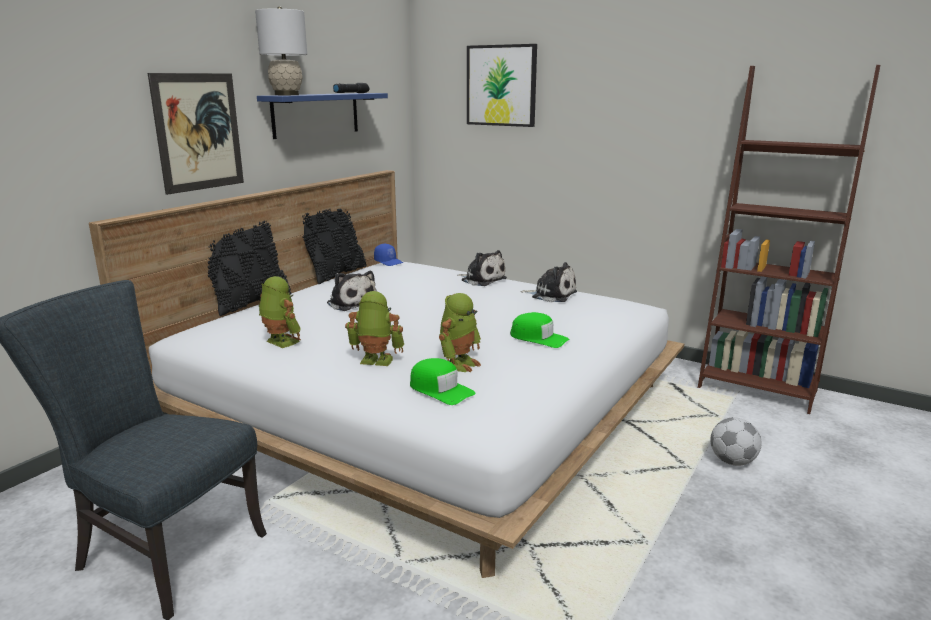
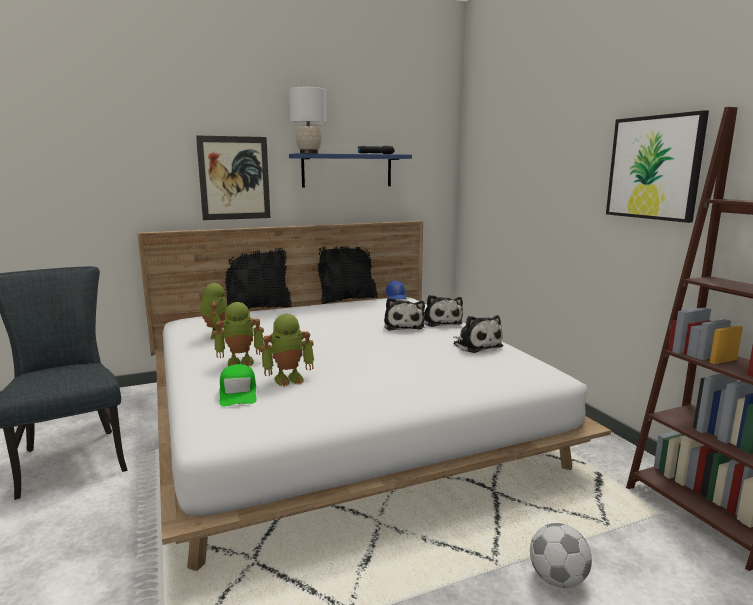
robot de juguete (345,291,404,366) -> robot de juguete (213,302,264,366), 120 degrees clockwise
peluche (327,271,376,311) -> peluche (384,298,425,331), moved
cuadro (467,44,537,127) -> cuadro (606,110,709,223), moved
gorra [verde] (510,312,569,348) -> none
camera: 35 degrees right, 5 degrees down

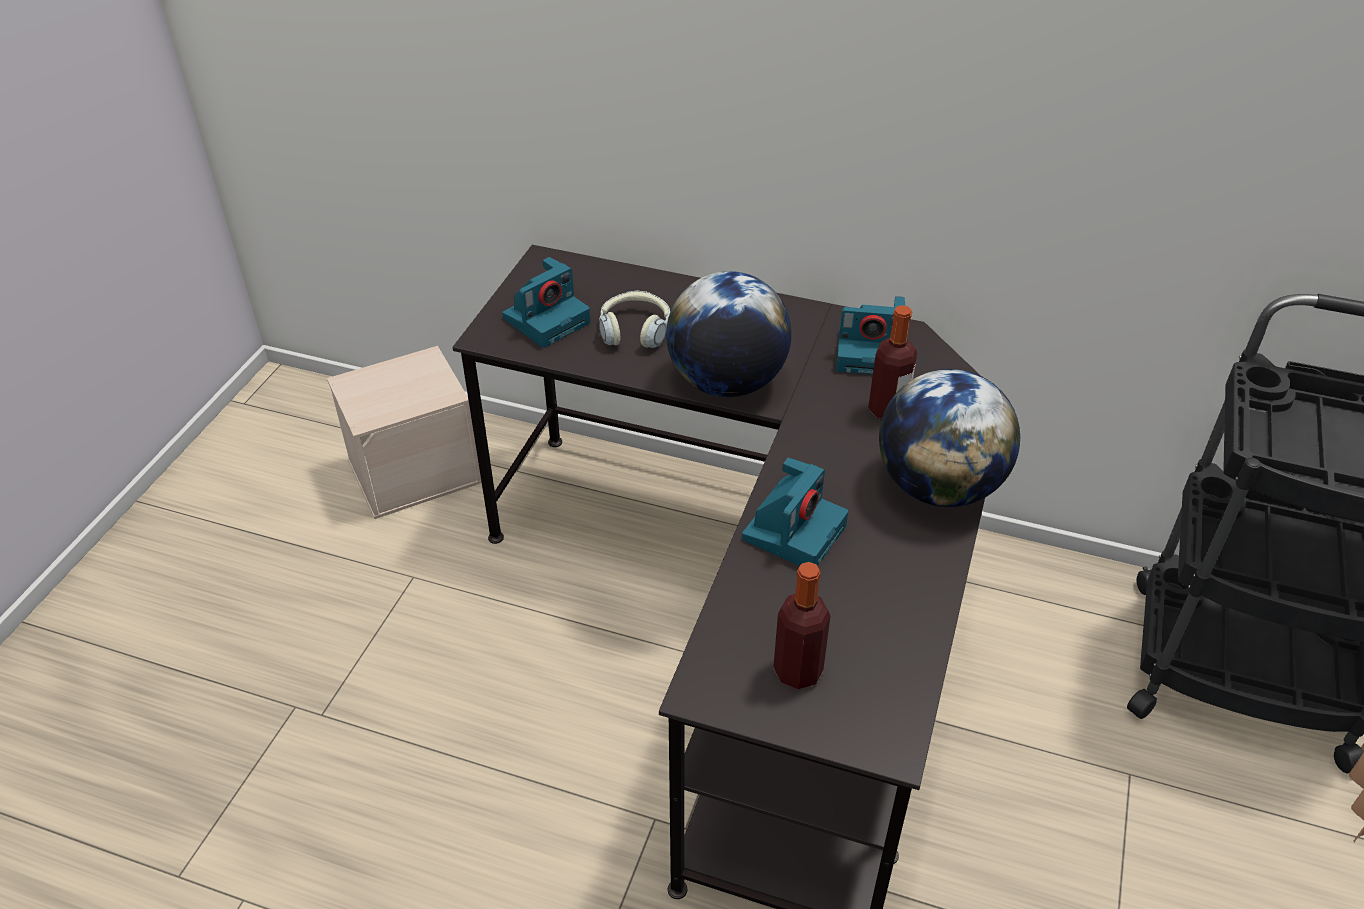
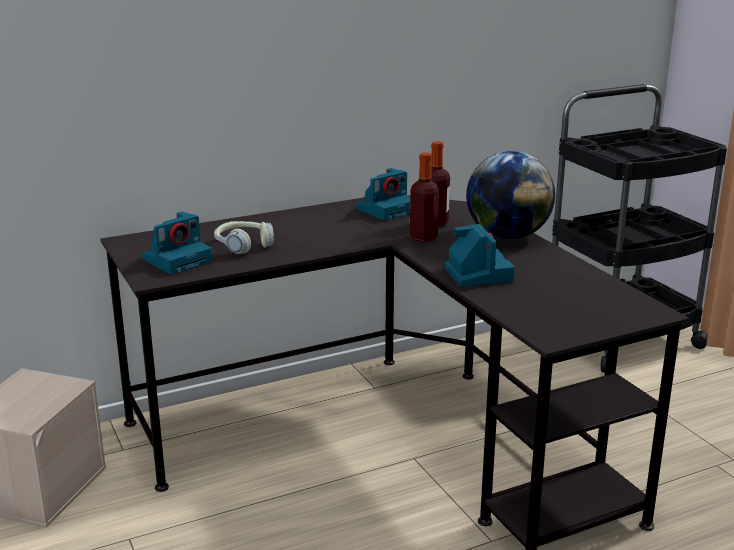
cámara (502,257,590,348) -> cámara (142,212,213,274), 45 degrees clockwise
botella (773,562,830,689) -> botella (410,153,439,242), moved
globo terráqueo (666,271,792,397) -> none
camera: 45 degrees left, 20 degrees down

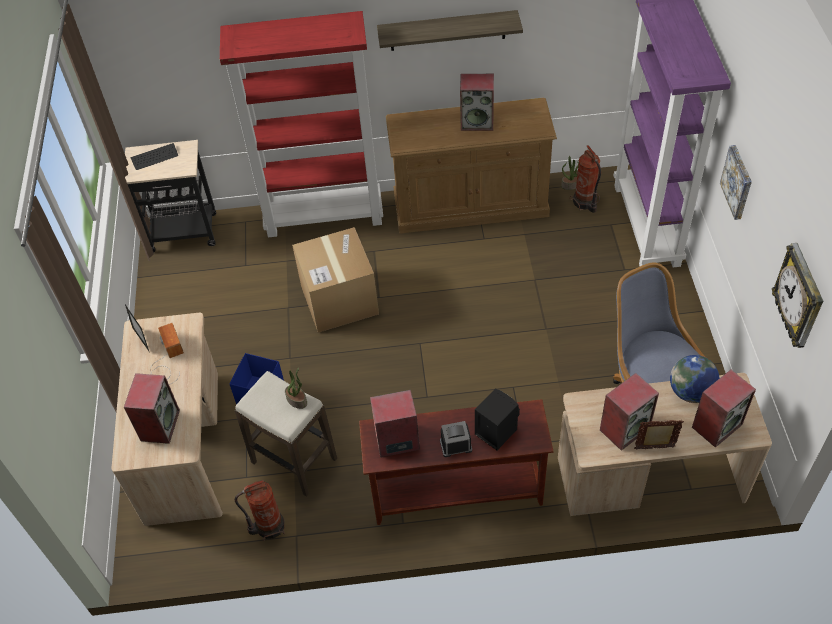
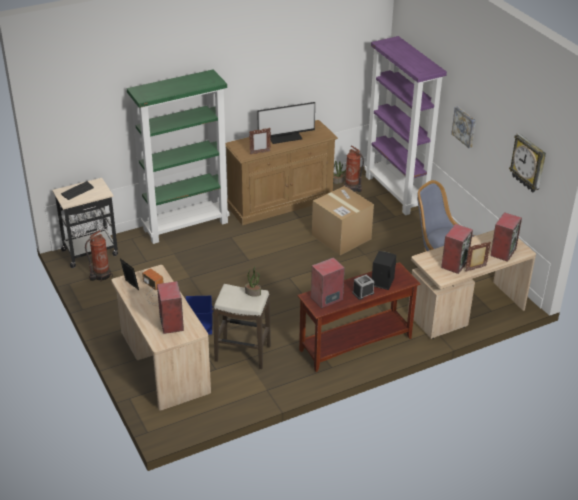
extintor (235,480,285,541) -> extintor (85,230,113,281), moved
estantería [rojo] (220,11,383,237) -> estantería [verde] (127,70,230,244)
none -> portarretratos (249,128,271,154)
altavoz (460,74,494,131) -> monitor (257,102,315,144)
caja de cartón (292,227,379,333) -> caja de cartón (312,186,374,255), moved
estante (377,10,523,51) -> none
globo terráqueo (670,355,719,403) -> none
camera: 25 degrees left, 15 degrees down

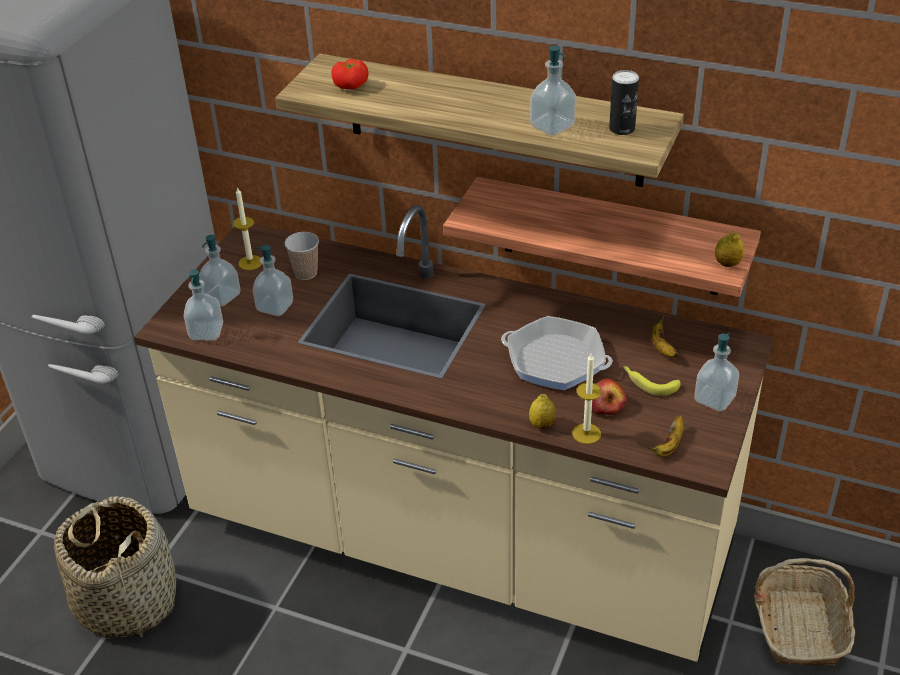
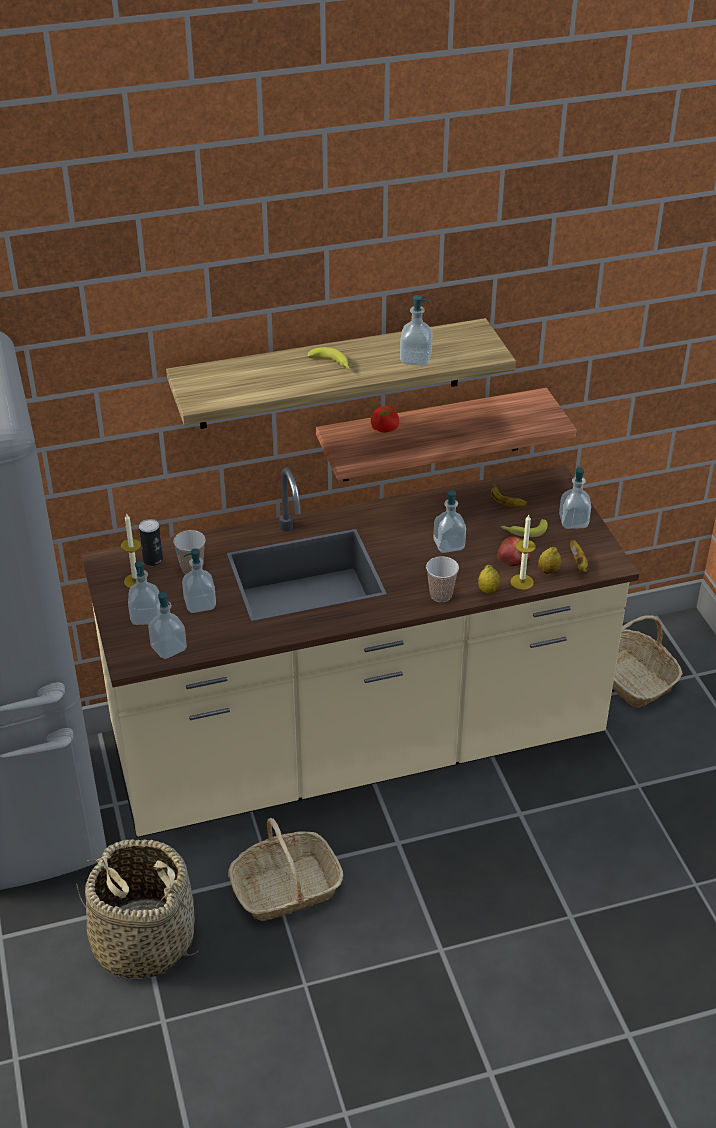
lata (609,70,639,135) -> lata (139,519,163,566), moved
none -> cesta (228,818,343,921)
none -> plátano (308,347,350,370)
tomate (331,59,369,89) -> tomate (371,406,399,433), moved
none -> taza (426,556,459,602)
sartén (501,316,613,390) -> dispensador de jabón (433,490,466,553)
limón (715,232,744,267) -> limón (538,547,561,574), moved
camera: 40 degrees left, 0 degrees up

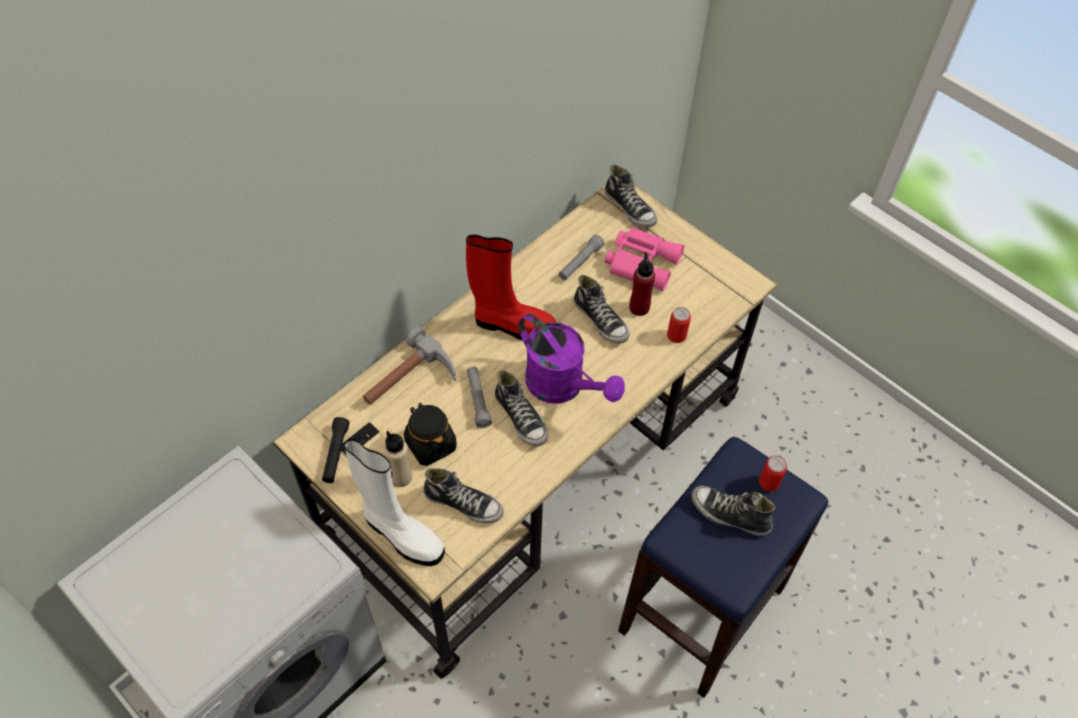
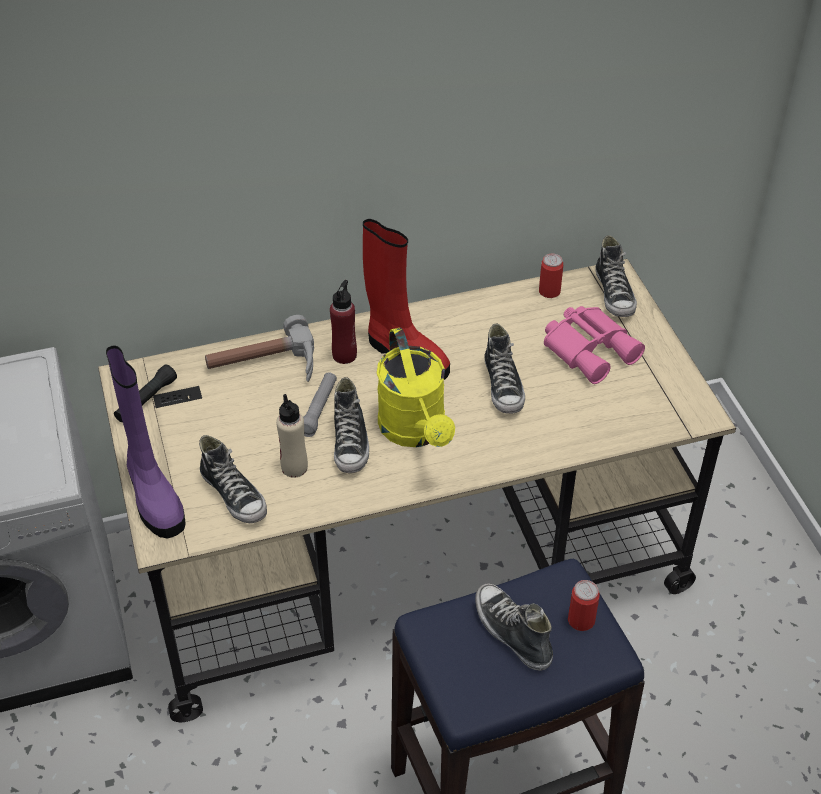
bota [blanco] (344,439,445,566) -> bota [morado] (106,346,186,539)
botella [beis] (384,431,412,487) -> botella [beis] (276,394,308,478), moved
botella [rojo] (629,252,655,316) -> botella [rojo] (330,280,357,364), moved
regadera [morado] (518,314,625,404) -> regadera [amarillo] (377,327,455,447)
lata (667,307,691,343) -> lata (539,254,563,298), moved
tarro [negro] (404,403,457,466) -> none
linterna [gris] (559,235,604,280) -> none
camera: 30 degrees right, 10 degrees down

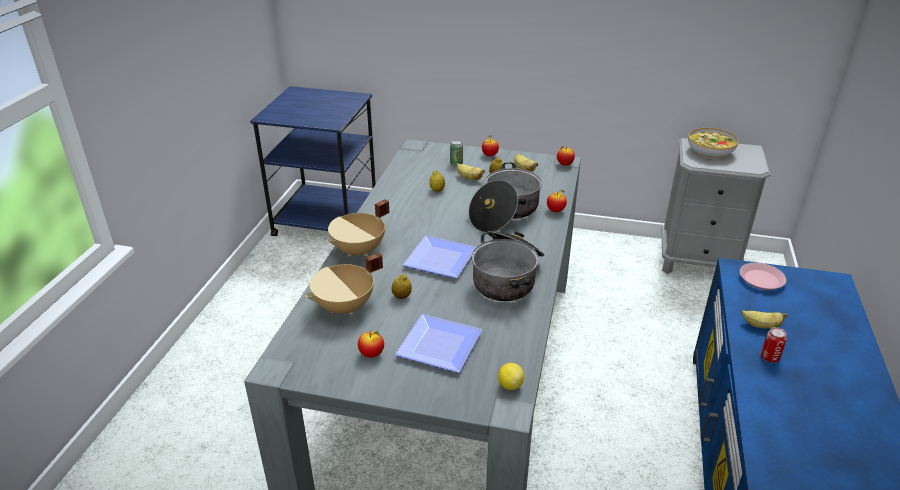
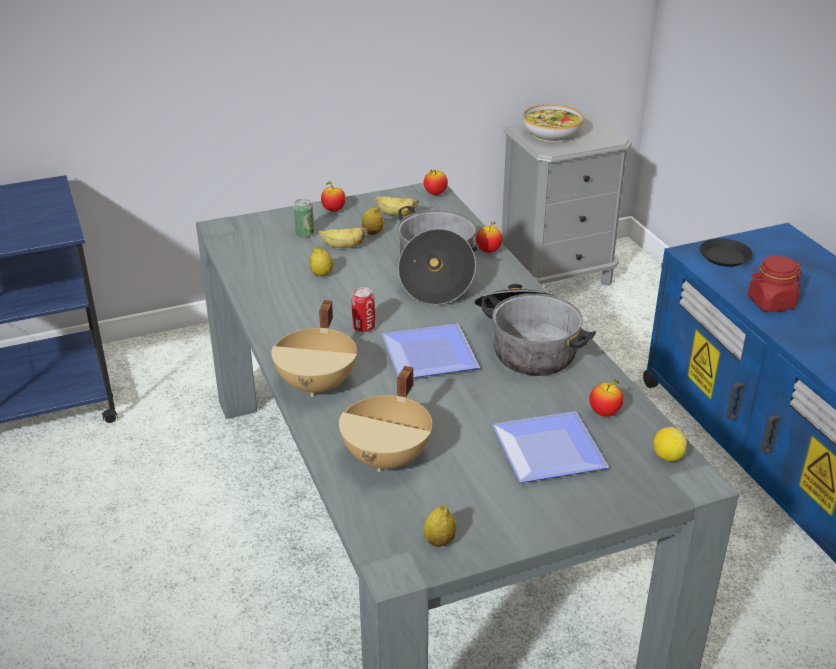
lata (761,327,787,363) -> lata (351,287,375,332), moved
limón (392,274,412,299) -> limón (424,505,456,547), moved
manzana (358,331,384,358) -> manzana (589,380,623,417), moved
plato [rosa] (740,263,786,290) -> plato [negro] (699,238,753,267)
plátano (741,310,788,329) -> tarro [rojo] (748,256,802,312)
camera: 35 degrees left, 0 degrees up

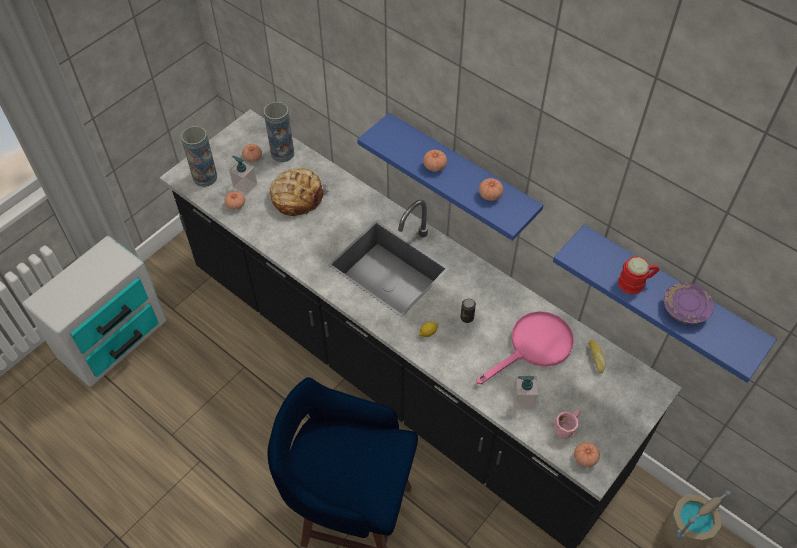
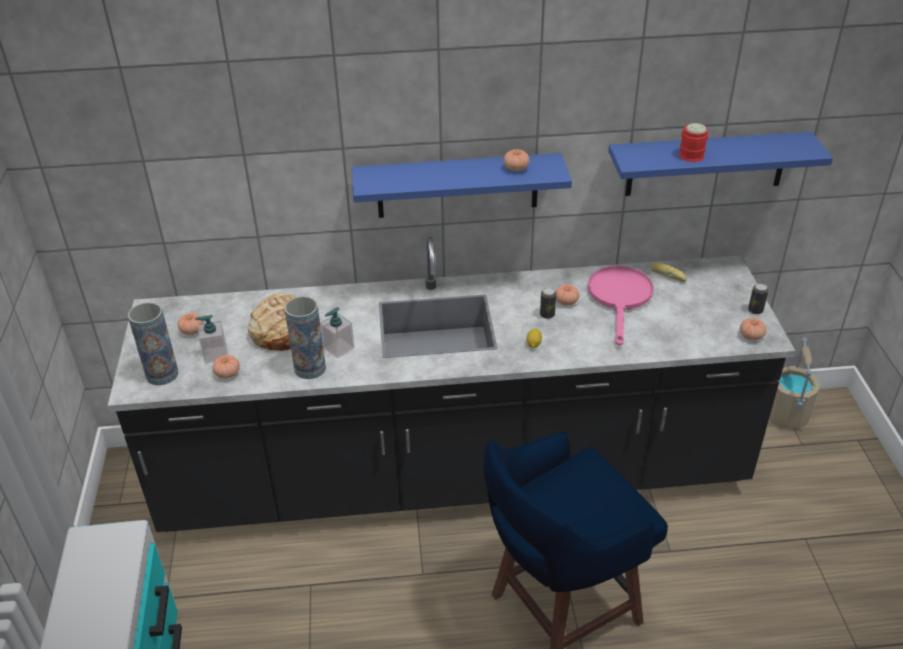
florero (264,102,295,162) -> florero (285,296,326,379), moved
dispensador de jabón (513,376,538,409) -> dispensador de jabón (320,307,354,358), moved
tomate (423,150,447,171) -> tomate (556,284,579,306), moved
none -> lata (748,283,769,314)
taza grande [rosa] (552,409,581,439) -> none
plato [morado] (664,282,714,324) -> none
camera: 45 degrees left, 15 degrees down

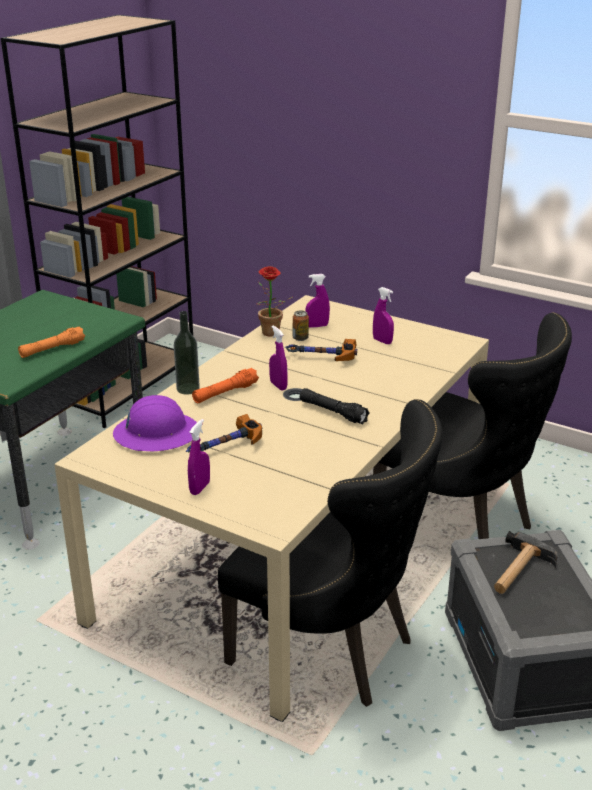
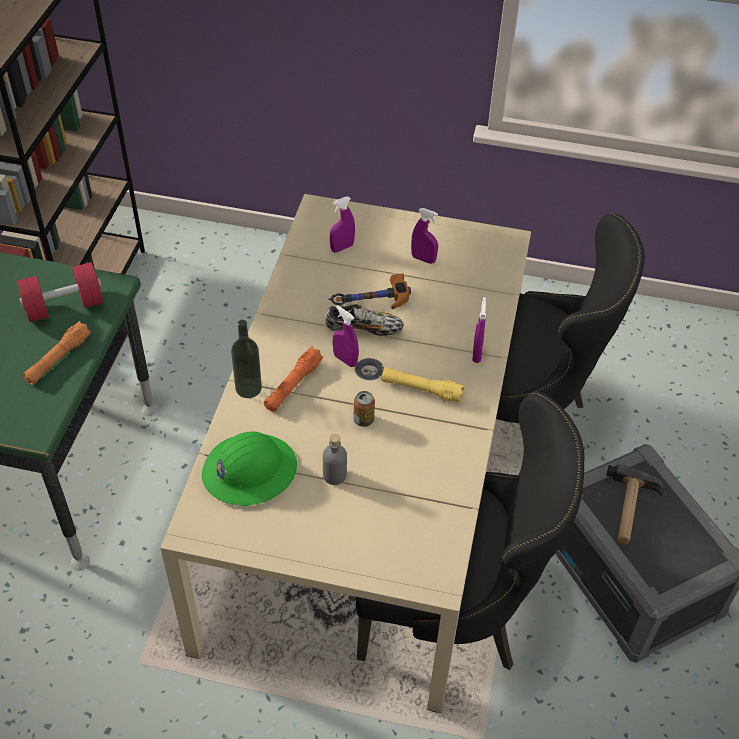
none -> mancuerna [rojo] (17,262,103,322)
casco [morado] (113,395,197,451) -> casco [verde] (202,432,297,506)
martillo (186,414,262,453) -> botella [gris] (323,434,347,485)
none -> zapato (325,304,404,336)
lata (293,310,309,341) -> lata (353,391,375,427), moved
linterna [negro] (300,388,370,424) -> linterna [amarillo] (381,367,465,403)
pulverizador [morado] (188,419,210,495) -> pulverizador [morado] (472,297,486,363), moved
planta en maceta (257,266,292,337) -> none
camera: 20 degrees left, 20 degrees up

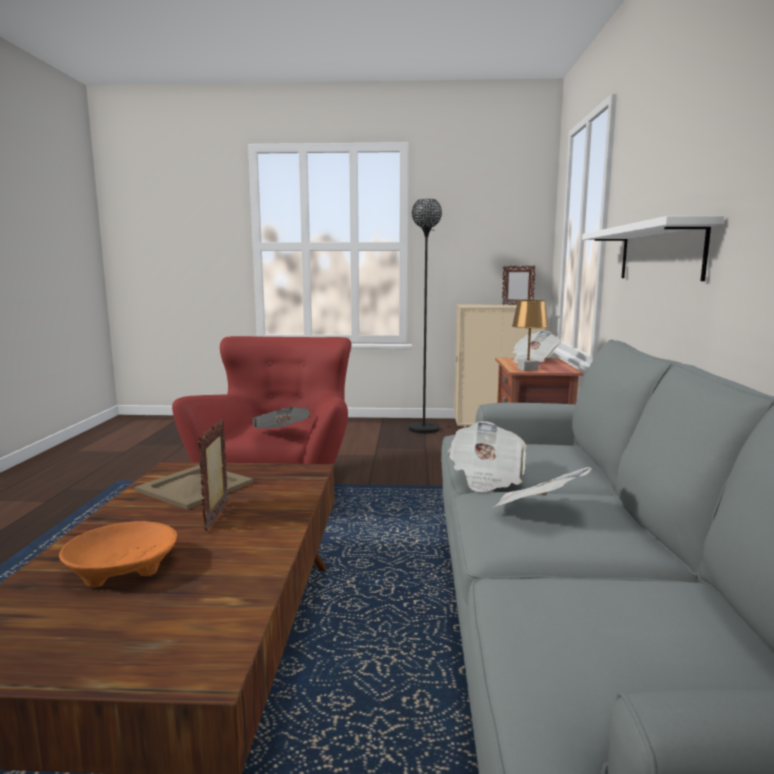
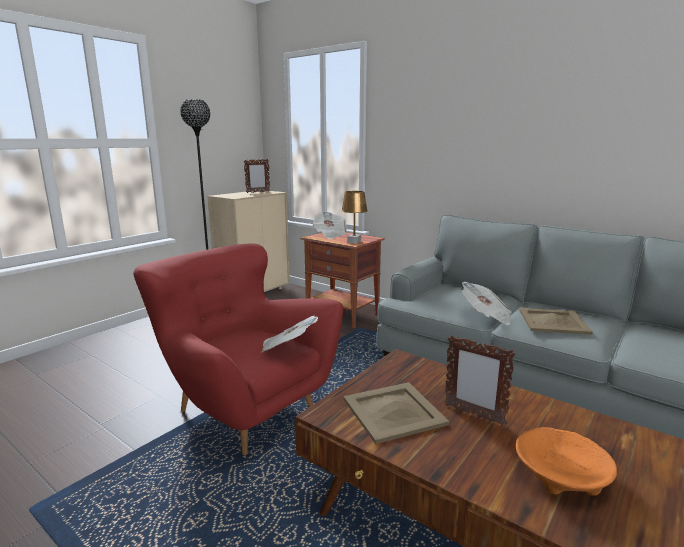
periódico (494,467,592,507) -> bandeja [beis] (519,308,593,335)
estante [blanco] (582,216,724,281) -> none
camera: 55 degrees left, 5 degrees up

